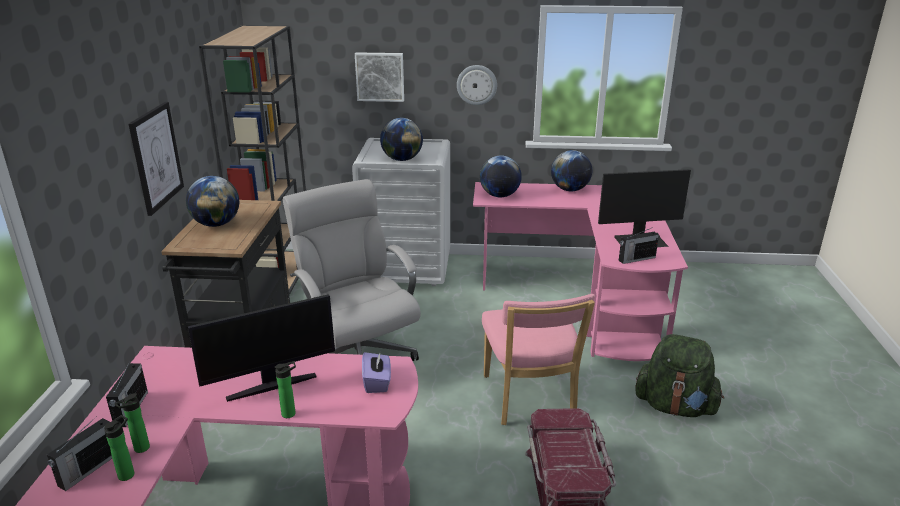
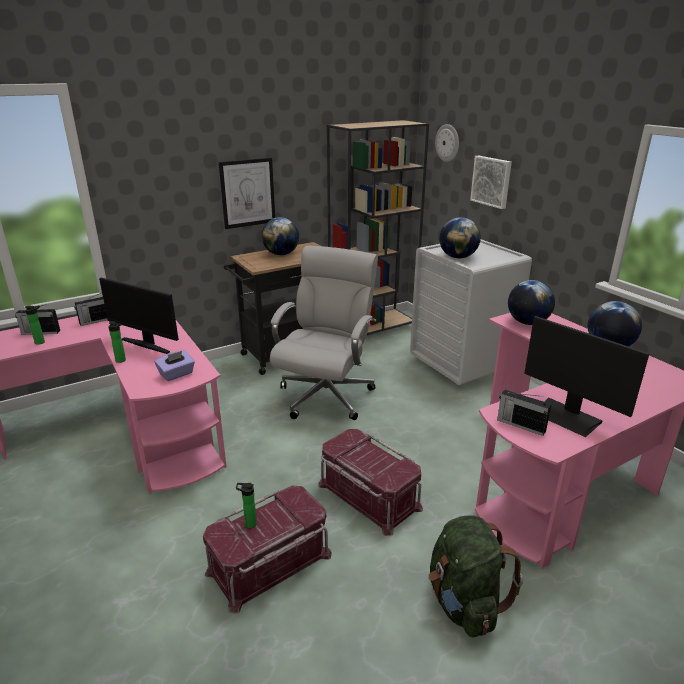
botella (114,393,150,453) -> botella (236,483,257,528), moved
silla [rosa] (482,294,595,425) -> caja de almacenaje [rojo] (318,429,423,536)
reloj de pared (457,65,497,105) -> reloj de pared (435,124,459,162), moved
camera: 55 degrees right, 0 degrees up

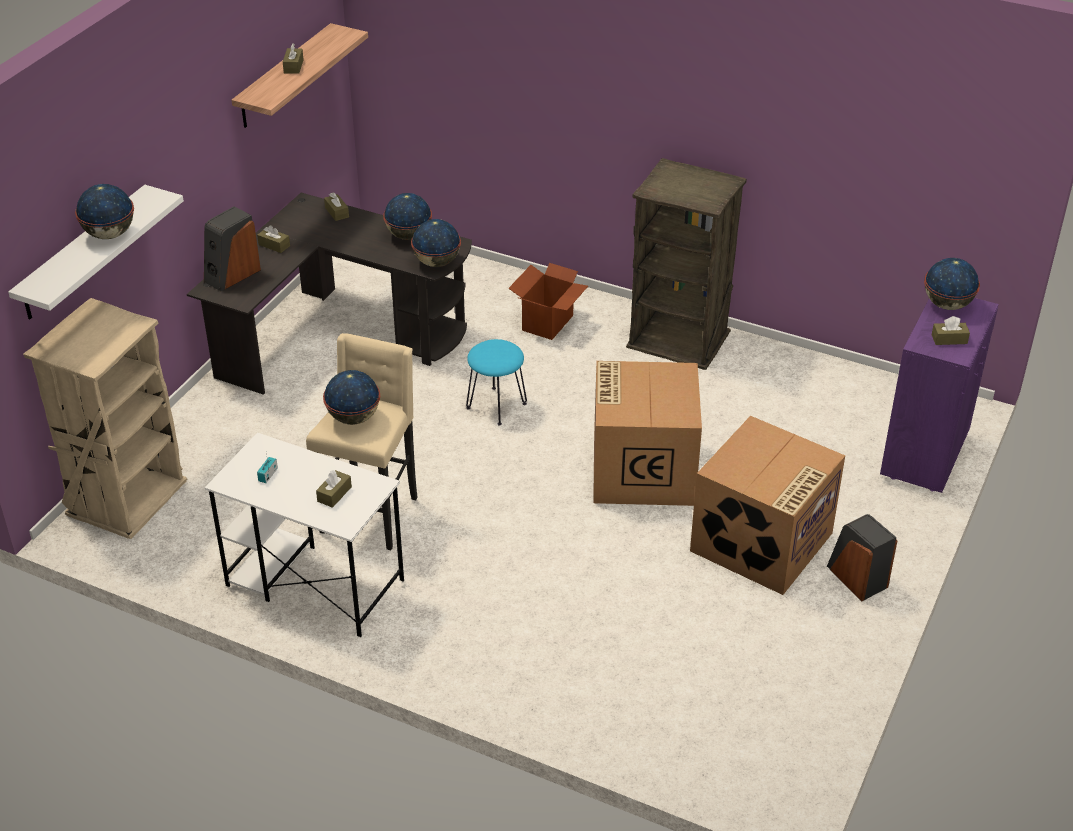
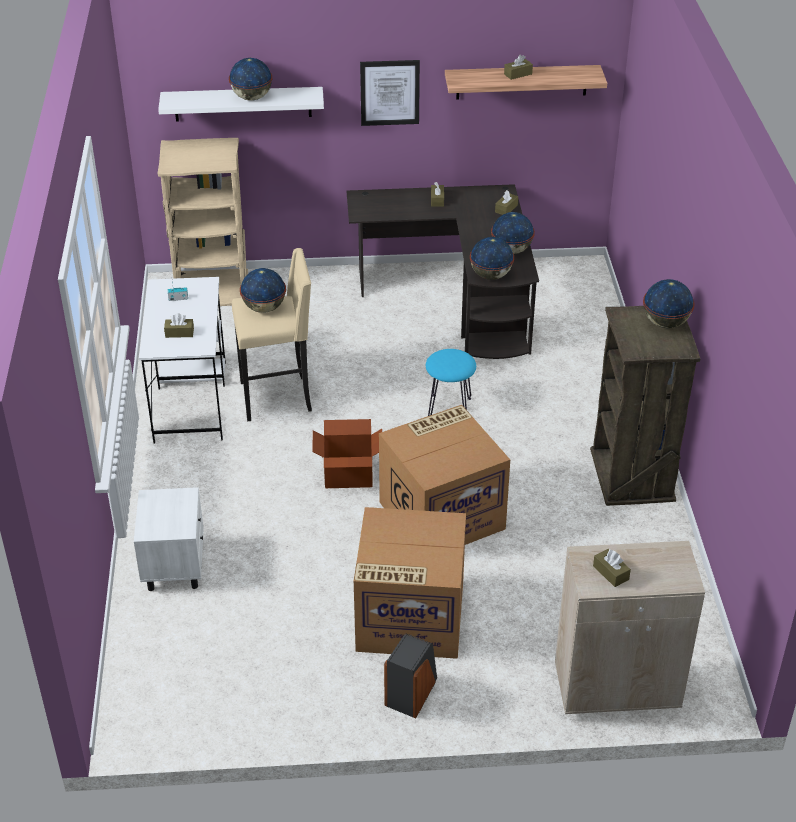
none -> mesita de noche [blanco] (134,487,204,591)
caja de cartón (508,263,588,340) -> caja de cartón (312,419,382,488), moved
none -> cuadro (360,60,420,126)
armario [morado] (880,298,998,493) -> armario [beis] (555,541,705,714)
globo terráqueo (924,258,980,310) -> globo terráqueo (643,279,695,328), moved
altavoz (204,206,261,291) -> none
camera: 60 degrees right, 0 degrees up

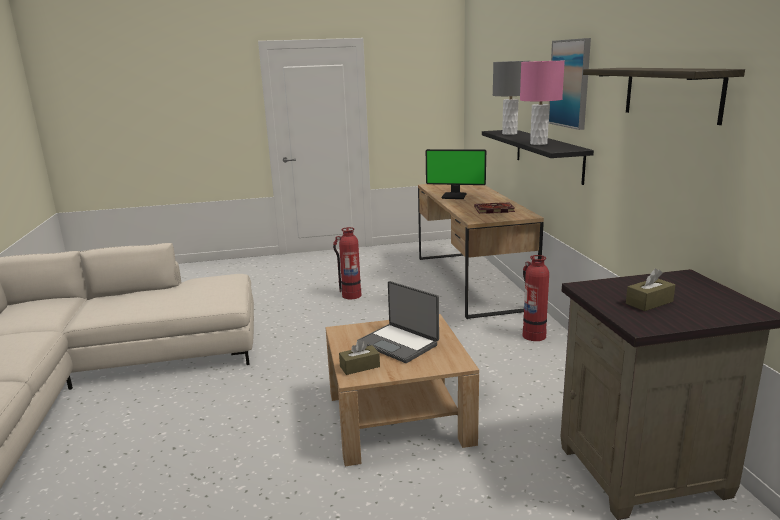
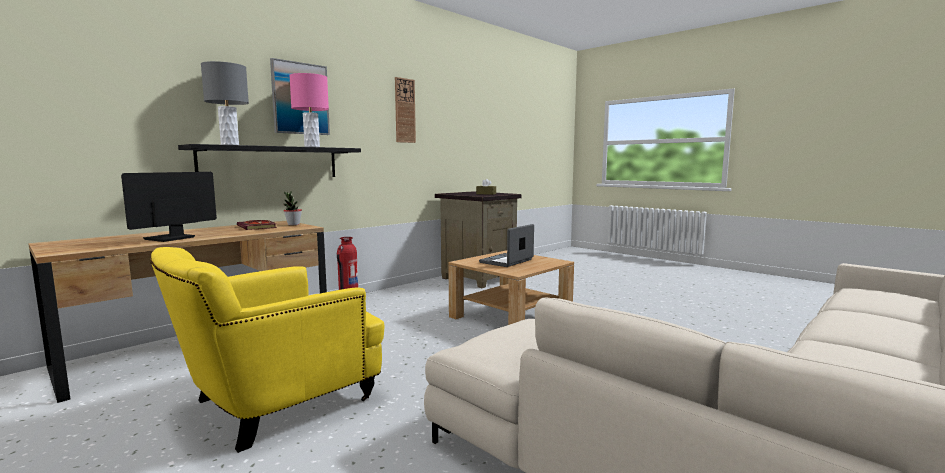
monitor (426,149,486,199) -> monitor (121,172,217,242), 135 degrees counterclockwise
extintor (333,227,361,299) -> sillón [amarillo] (150,247,384,453)
none -> planta en maceta (284,191,302,225)
estante (583,68,745,125) -> reloj de pared (395,77,416,143)
portátil (358,281,439,363) -> portátil (479,224,534,267), 150 degrees counterclockwise
caja de pañuelos [marrón] (339,339,380,375) -> none
camera: 125 degrees left, 10 degrees down

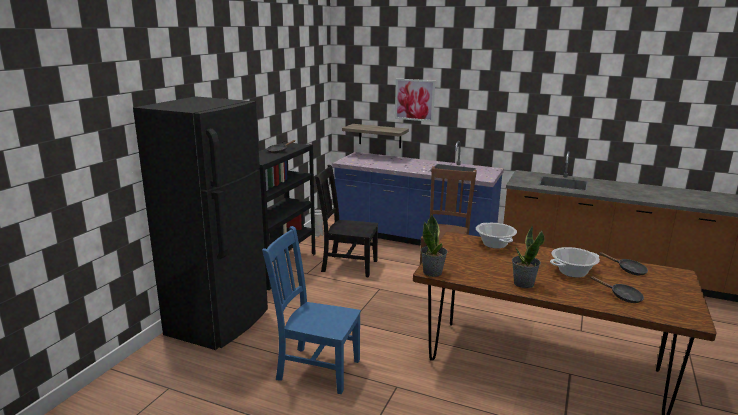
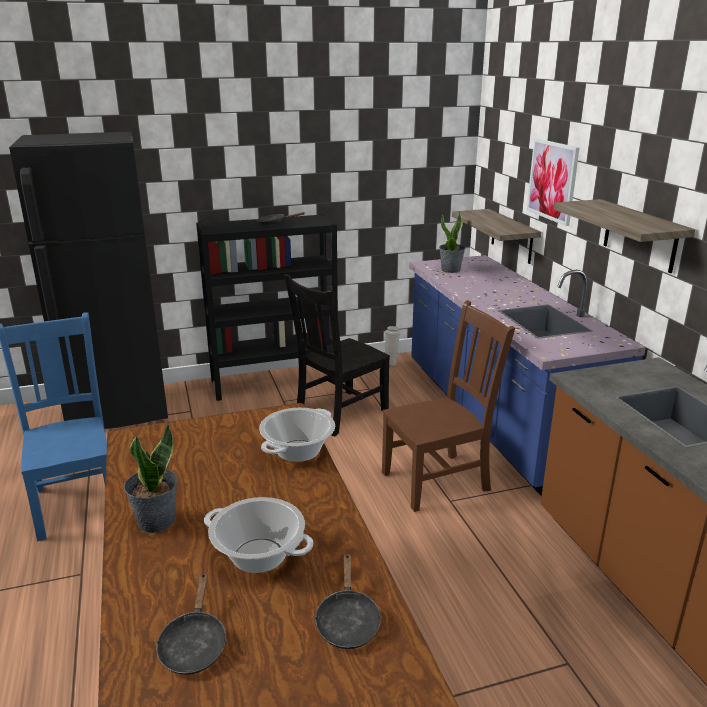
silla [negro] (315,165,378,278) -> silla [negro] (284,274,390,436), 105 degrees counterclockwise
planta en maceta (421,215,448,277) -> planta en maceta (439,212,466,273), moved
none -> estante (553,199,695,273)
camera: 50 degrees right, 5 degrees up

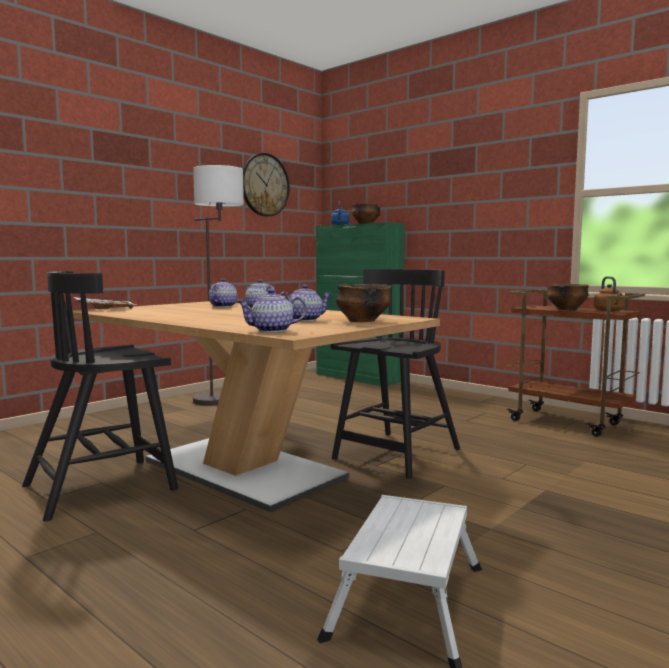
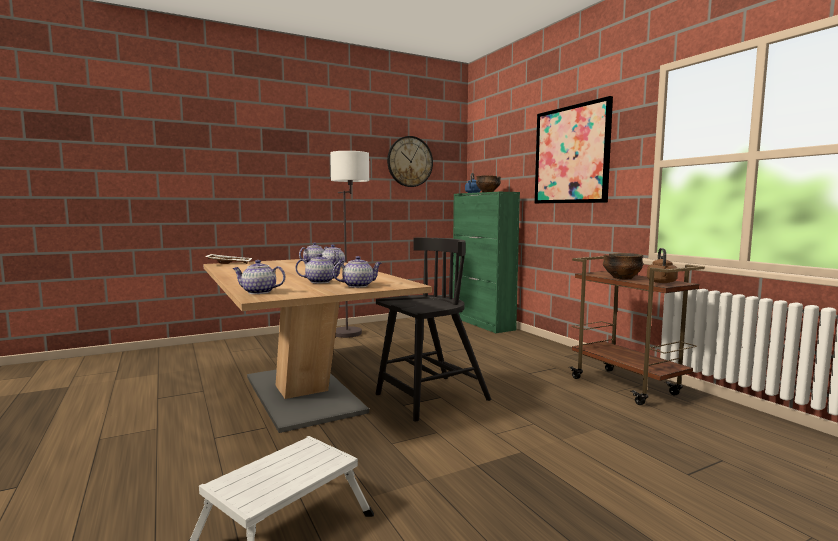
cuenco (336,284,391,322) -> tetera (333,256,381,288)
none -> cuadro (534,96,613,203)
silla [negro] (22,271,178,522) -> none
camera: 20 degrees right, 0 degrees up

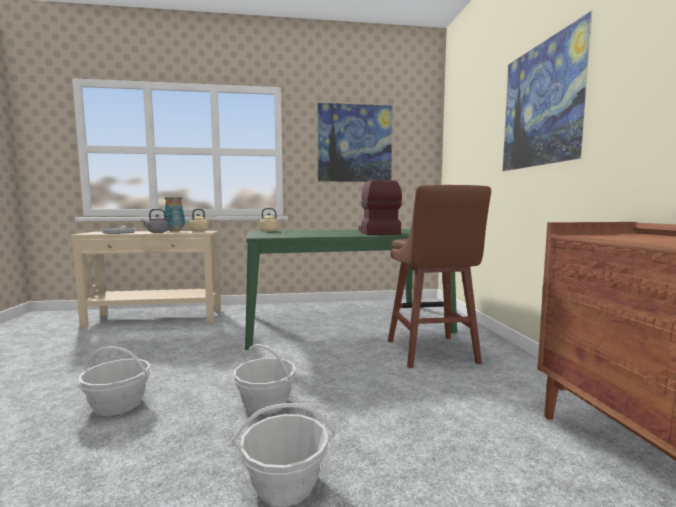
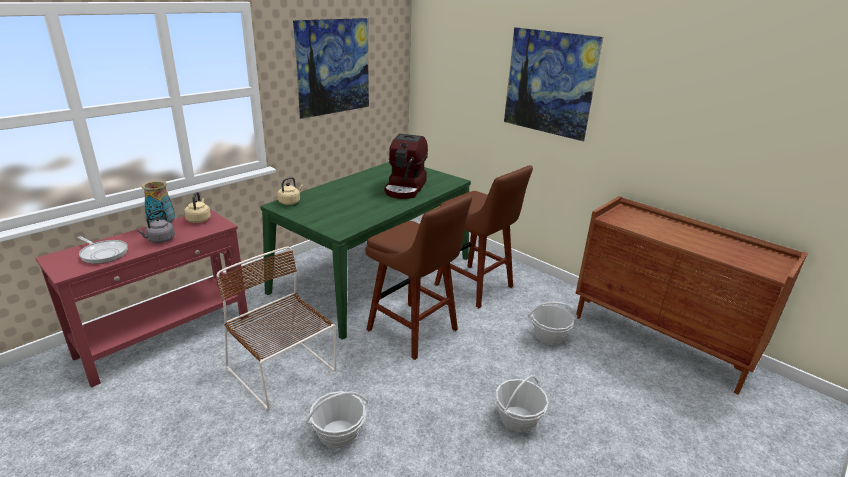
mesa consola [beis] (70,231,221,327) -> mesa consola [rojo] (35,209,248,388)
none -> silla [marrón] (216,246,336,410)
none -> taburete [marrón] (365,194,472,360)
cafetera (358,179,402,235) -> cafetera (384,134,428,199), 120 degrees counterclockwise
cesta (233,344,296,415) -> cesta (528,302,577,345), moved
camera: 40 degrees left, 20 degrees up

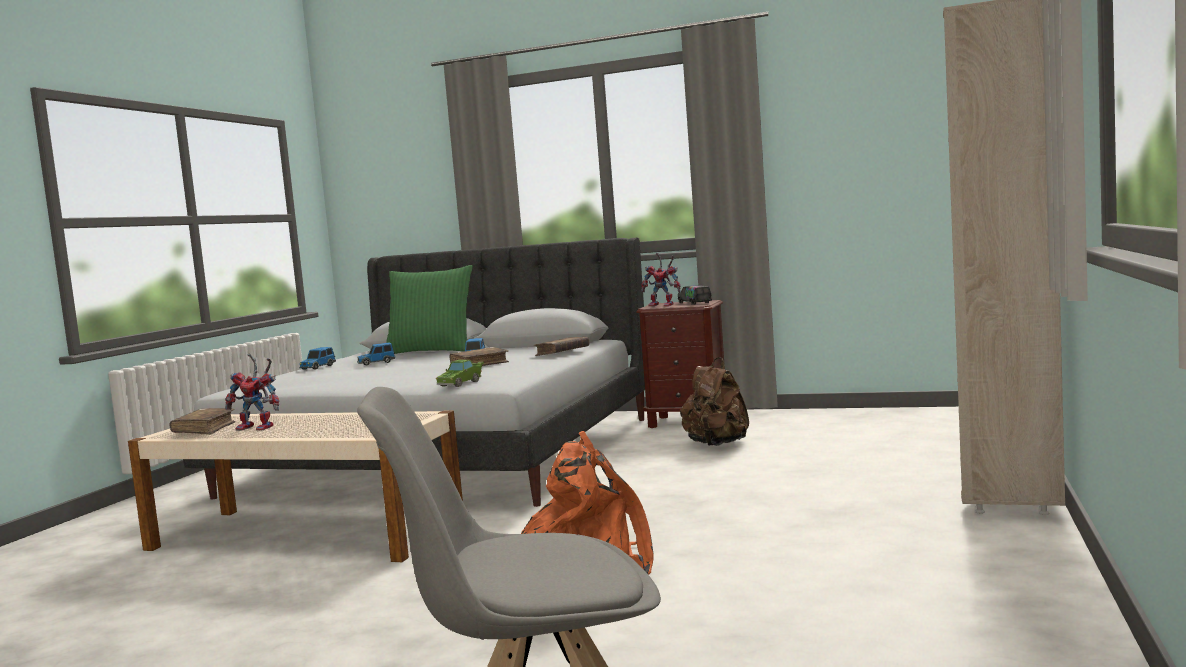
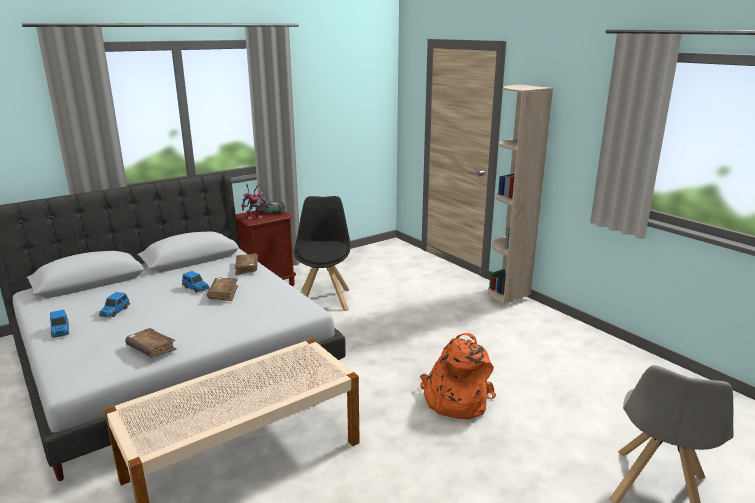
libro [marrón] (169,408,235,435) -> libro [marrón] (125,328,177,358), moved
mochila [marrón] (680,357,749,446) -> silla [negro] (294,196,350,311)
robot de juguete (225,353,279,431) -> none
cojín [verde] (386,265,473,354) -> none
coche de juguete [verde] (436,360,484,387) -> none
camera: 55 degrees left, 15 degrees up

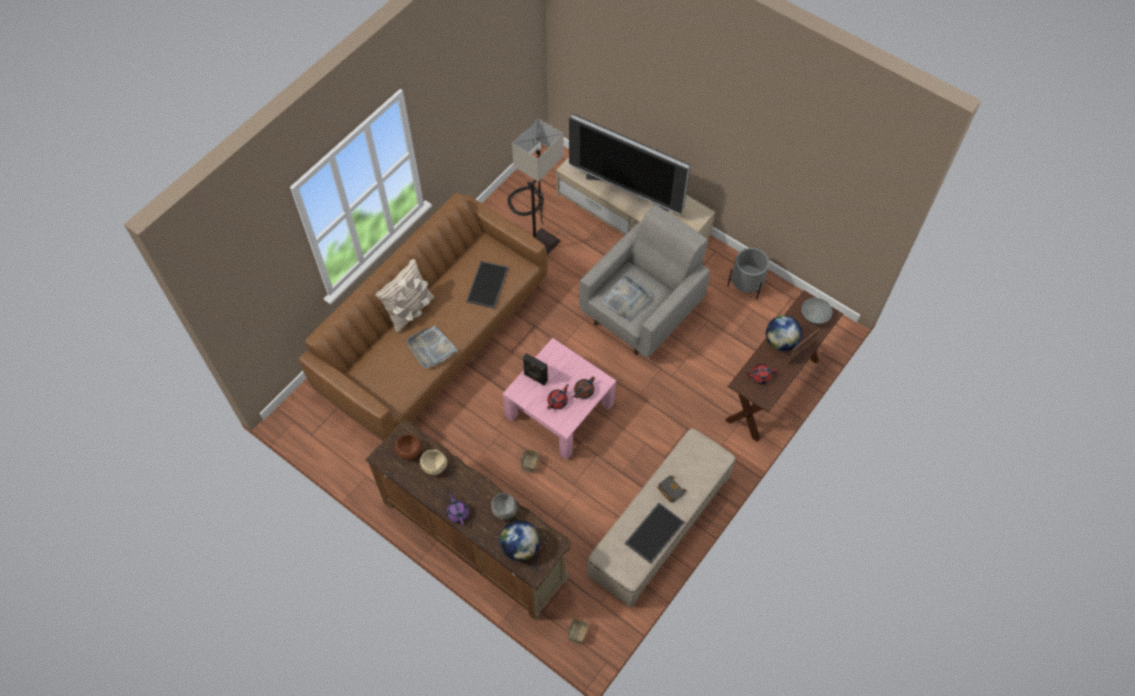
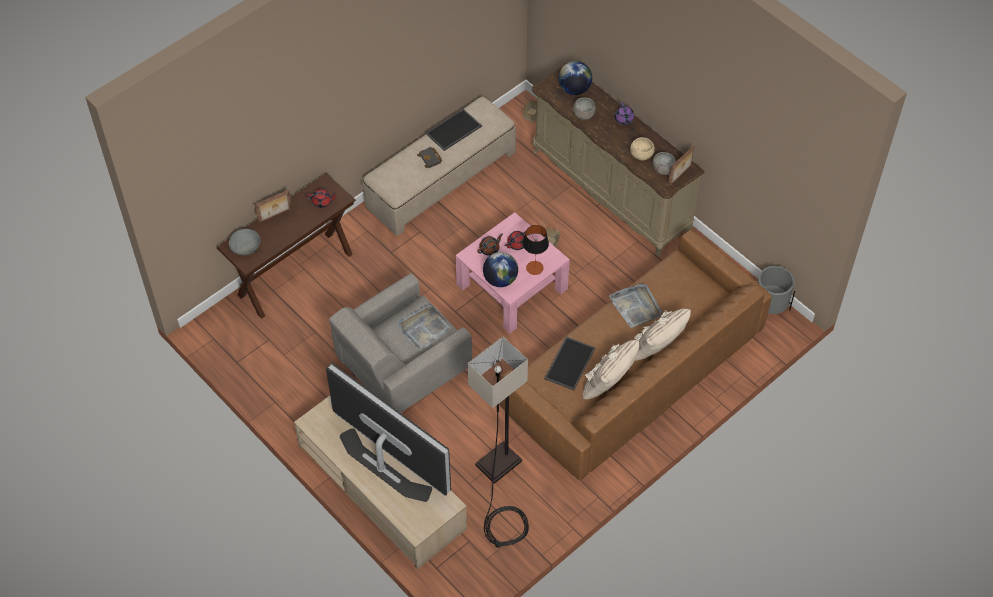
globo terráqueo (766,315,802,351) -> globo terráqueo (483,252,518,287), moved
altavoz [negro] (523,353,548,386) -> lámpara de mesa (523,225,549,275)
none -> cojín [beis] (583,340,639,399)
cuenco [marrón] (395,434,421,460) -> cuenco [gris] (653,152,677,175)
none -> portarretratos (668,146,694,186)
maceta [gris] (727,248,769,300) -> maceta [gris] (757,266,795,314), moved
camera: 170 degrees left, 5 degrees down

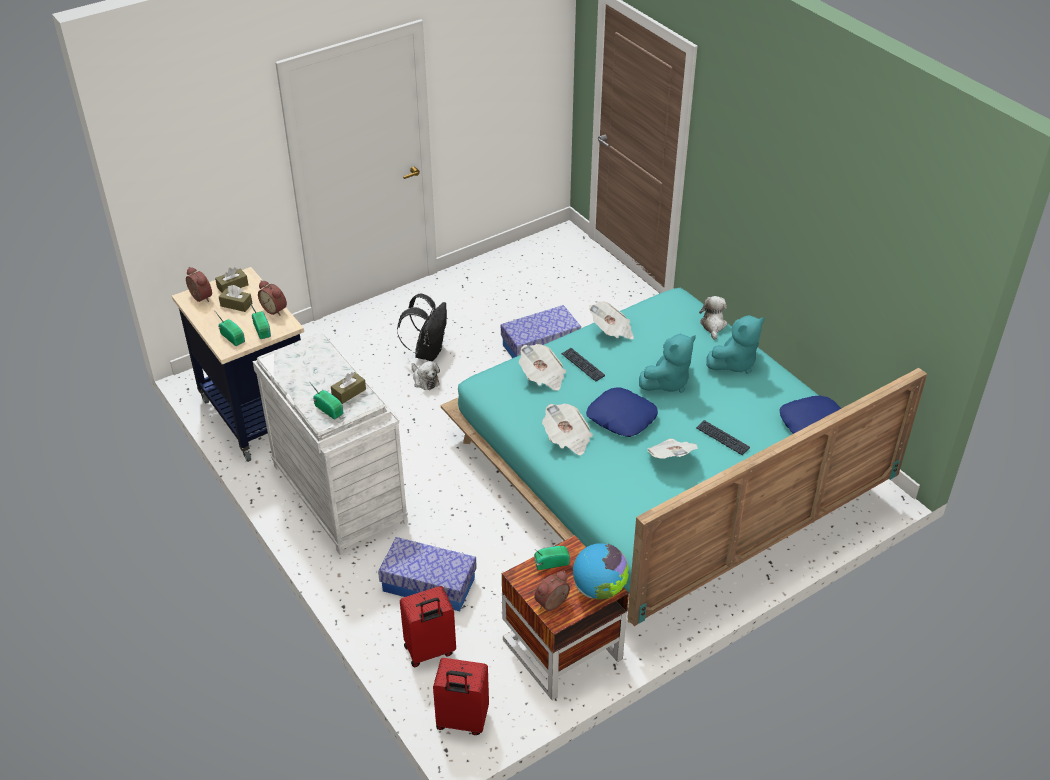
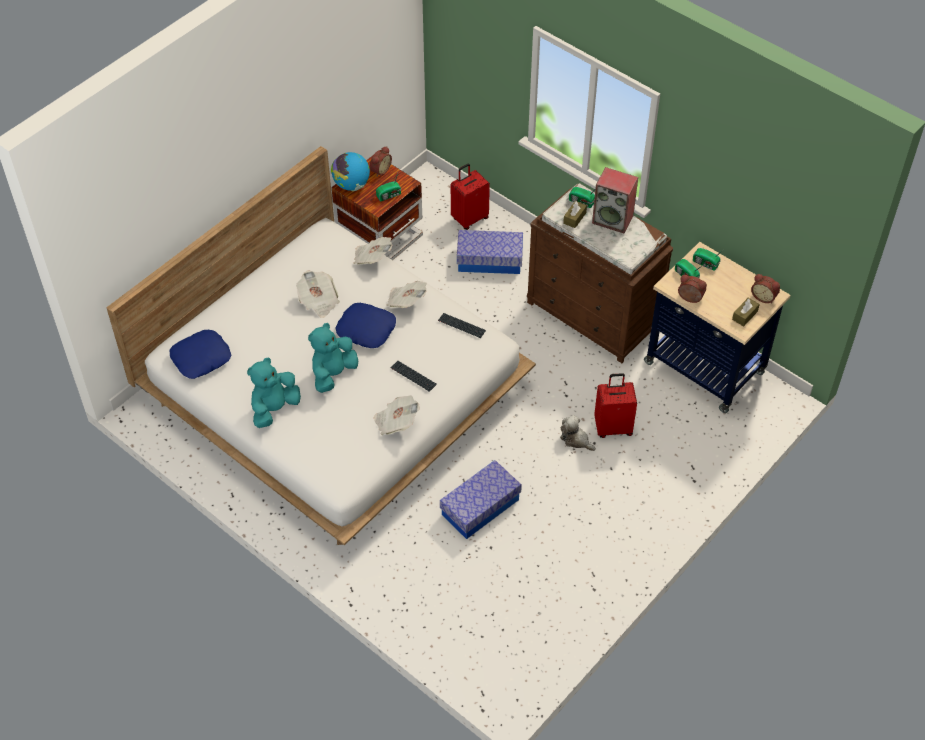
cama [turquesa] (441,288,927,626) -> cama [blanco] (107,146,536,545)
periódico (519,344,566,391) -> periódico (354,237,392,264), moved
teclado (696,420,750,455) -> teclado (438,313,486,338), moved
cómoda [blanco] (253,332,408,555) -> cómoda [marrón] (527,183,673,363)
none -> altavoz (592,167,638,233)
maleta [rojo] (433,658,489,735) -> maleta [rojo] (594,373,637,438), moved
caja de pañuelos [marrón] (219,285,252,312) -> none
mochila [negro] (397,294,447,361) -> none
peluche (699,296,728,340) -> none
camera: 165 degrees right, 10 degrees up

